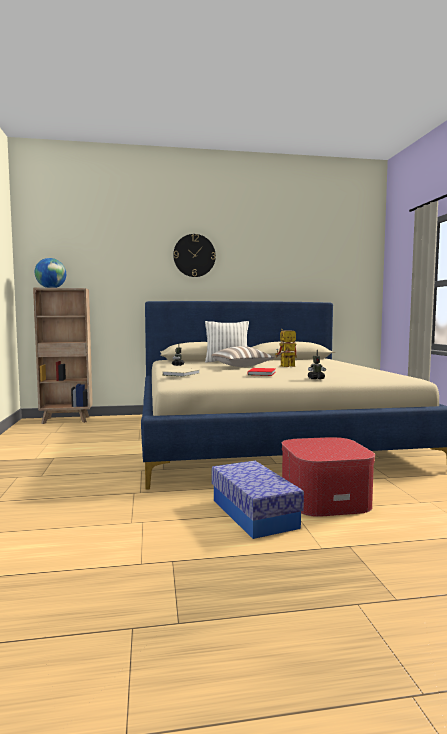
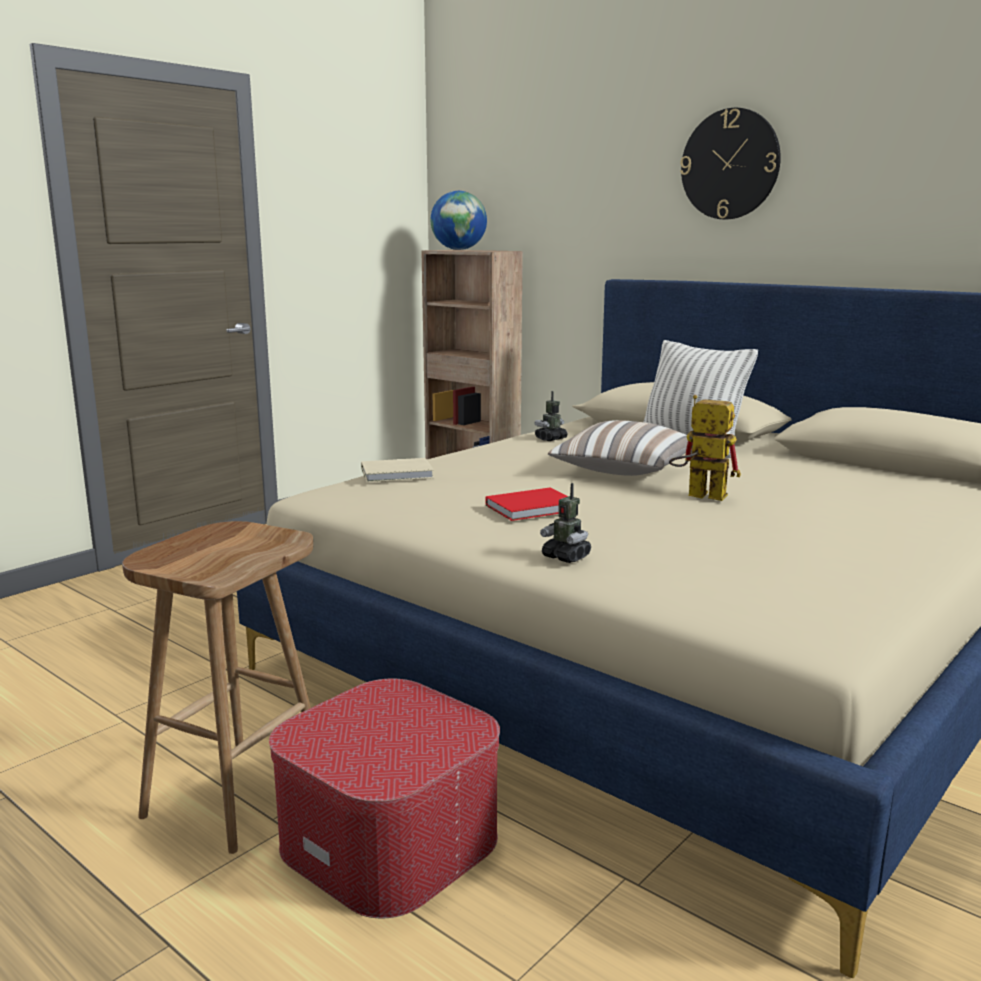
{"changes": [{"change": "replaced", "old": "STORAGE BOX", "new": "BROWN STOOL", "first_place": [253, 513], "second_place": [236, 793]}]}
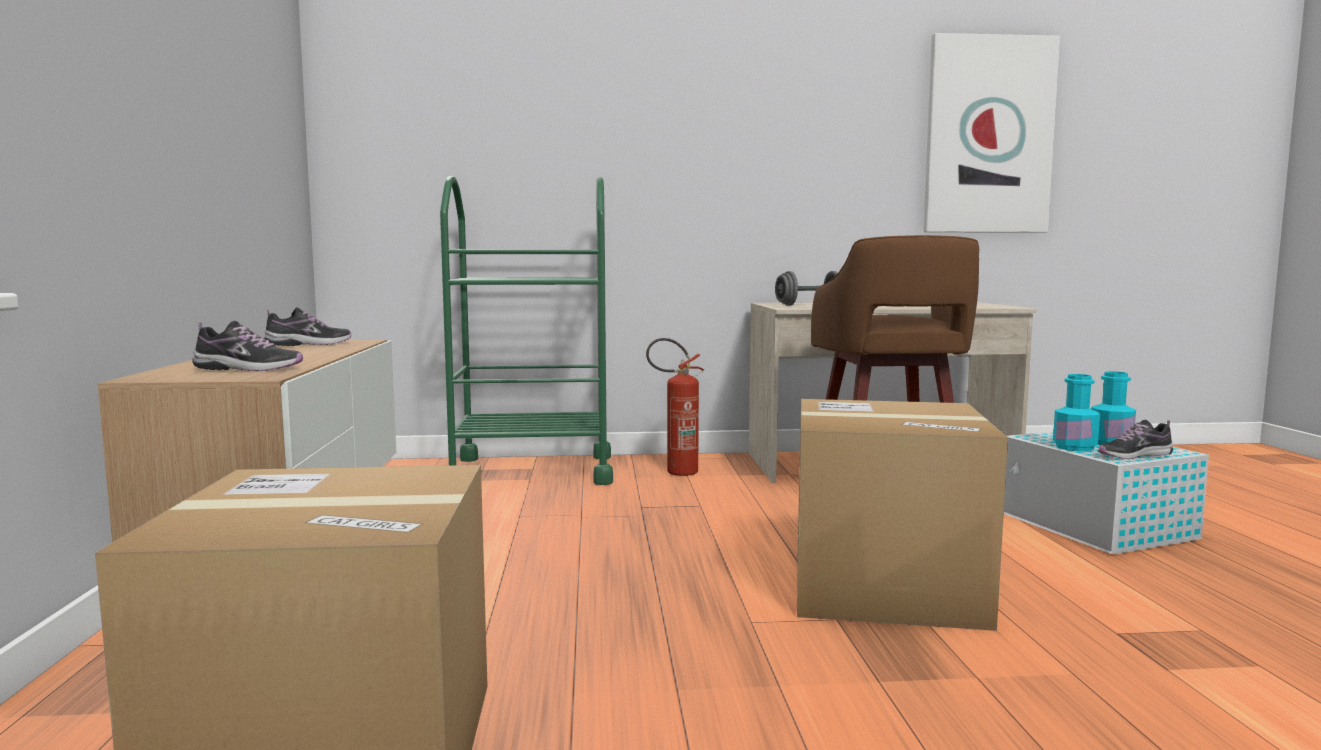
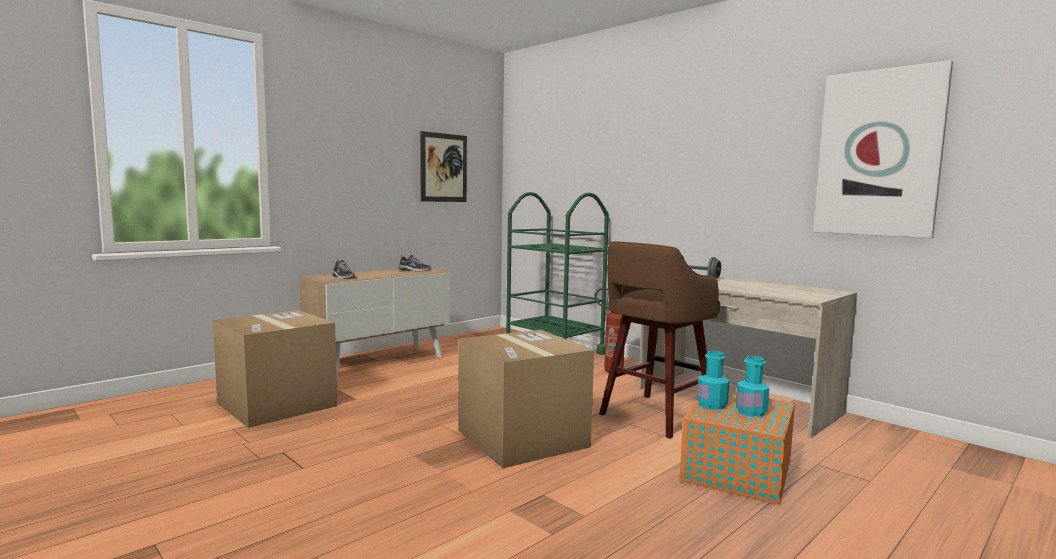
{"changes": [{"change": "recoloured", "old": "WHITE STORAGE BOX", "new": "ORANGE STORAGE BOX", "first_place": [1097, 527], "second_place": [736, 472]}, {"change": "removed", "old": "SHOE", "first_place": [1134, 455]}, {"change": "added", "new": "PICTURE", "second_place": [443, 167]}]}
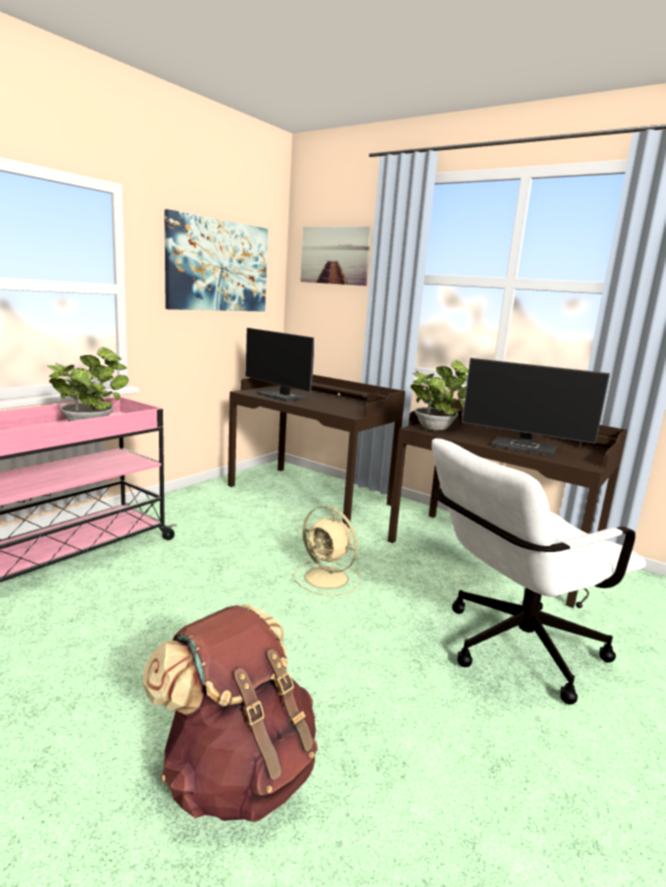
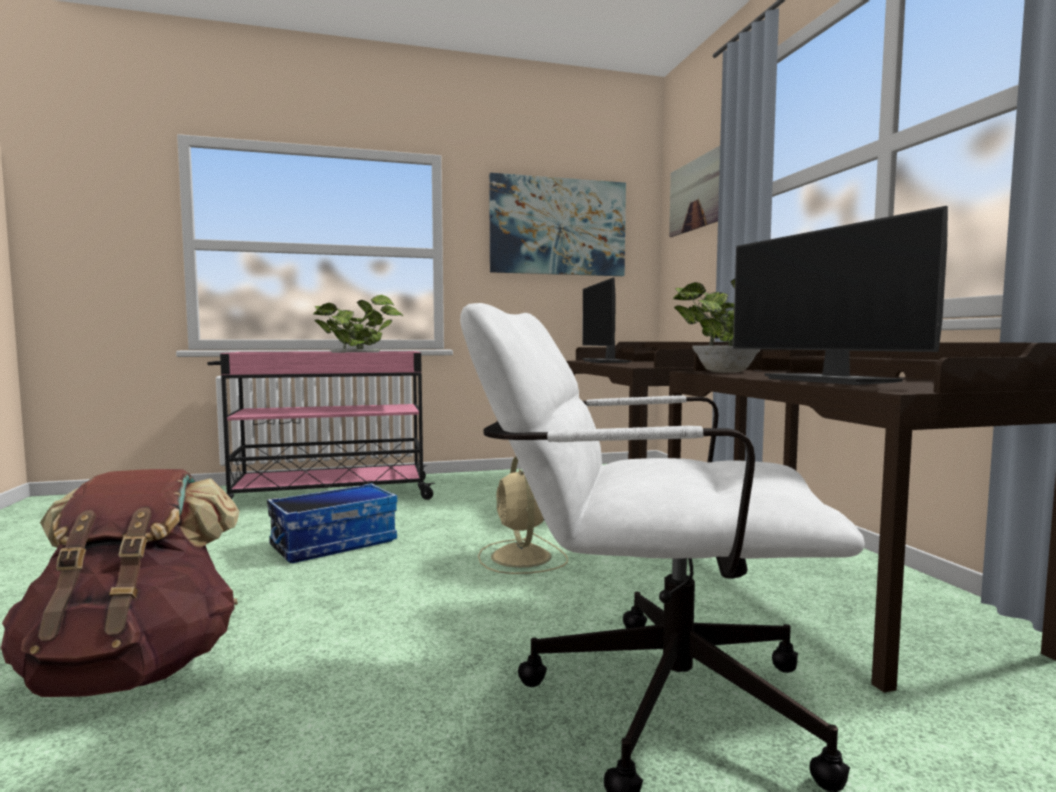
{"changes": [{"change": "added", "new": "STORAGE BOX", "second_place": [334, 543]}]}
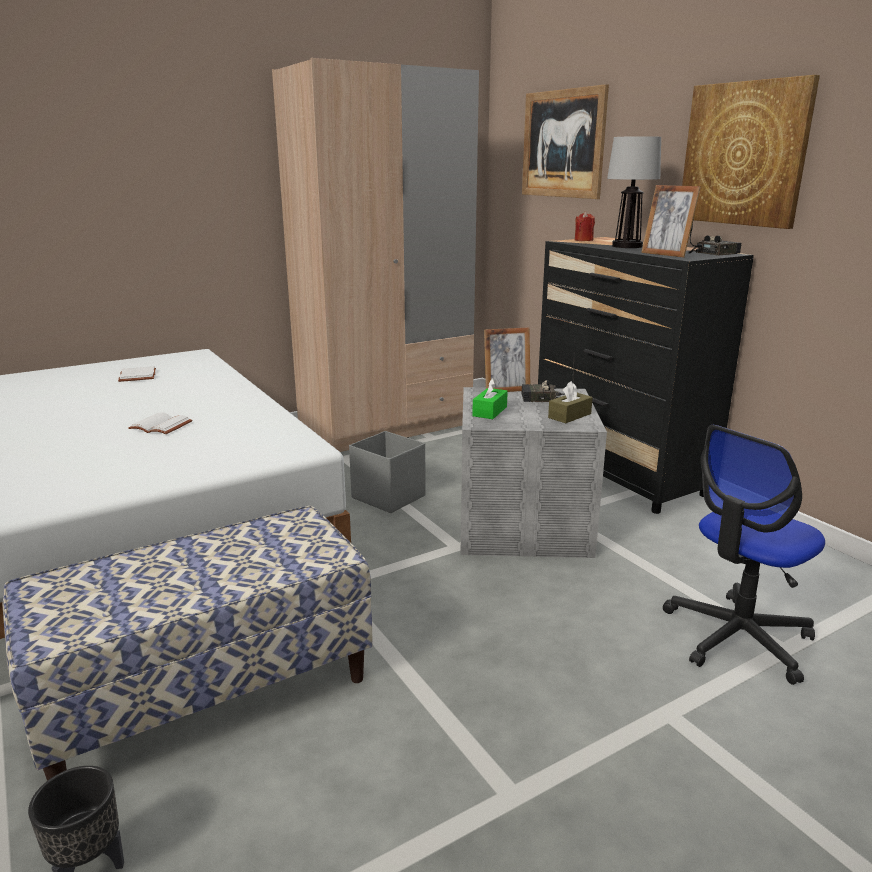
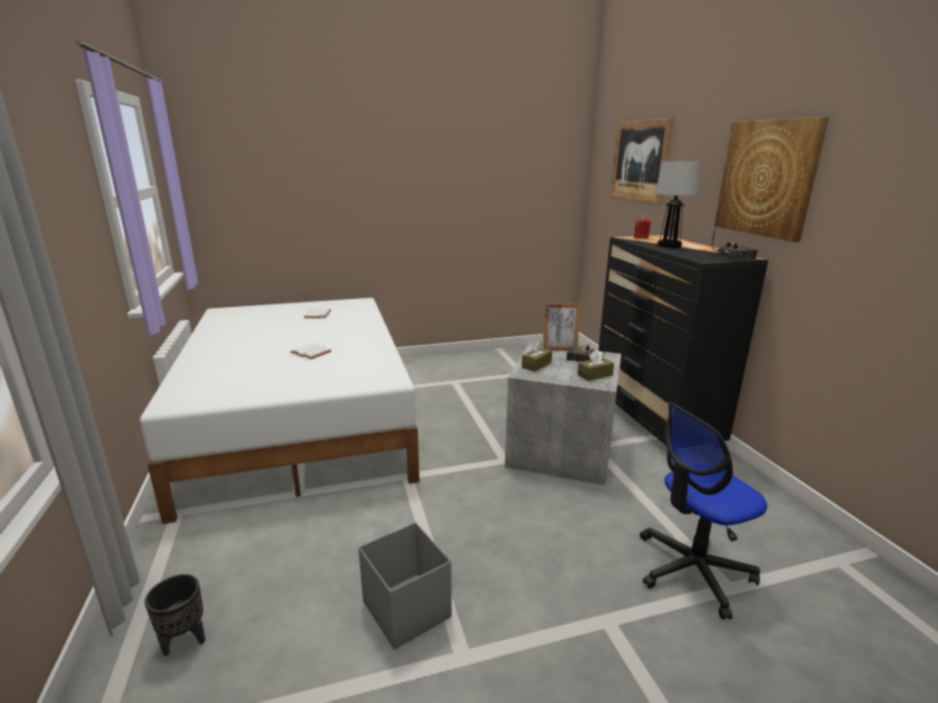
{"changes": [{"change": "removed", "old": "BENCH", "first_place": [208, 694]}, {"change": "removed", "old": "BEIGE WARDROBE", "first_place": [386, 427]}, {"change": "moved", "old": "GREY STORAGE BOX", "first_place": [388, 496], "second_place": [406, 609]}, {"change": "recoloured", "old": "GREEN TISSUE BOX", "new": "BROWN TISSUE BOX", "first_place": [490, 411], "second_place": [536, 365]}, {"change": "removed", "old": "PICTURE FRAME", "first_place": [666, 254]}]}
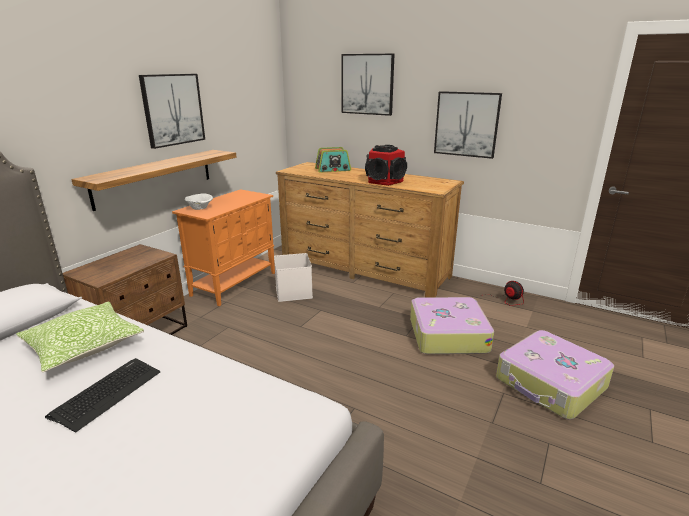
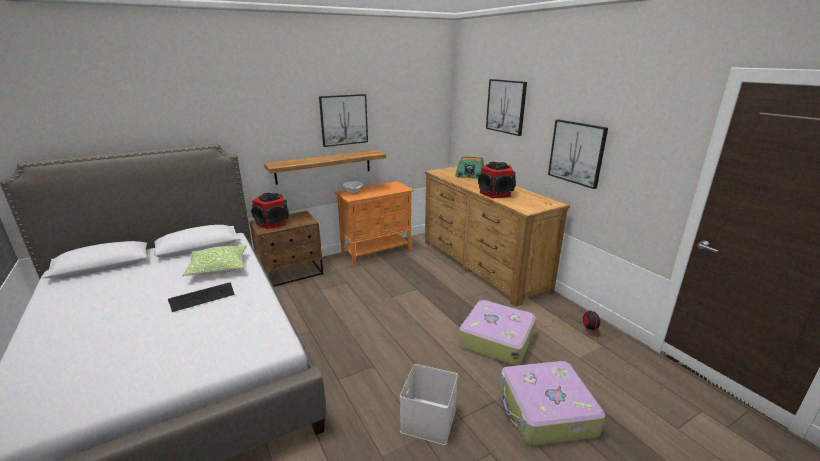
{"changes": [{"change": "moved", "old": "WHITE STORAGE BOX", "first_place": [294, 292], "second_place": [429, 421]}, {"change": "added", "new": "SPEAKER", "second_place": [272, 222]}]}
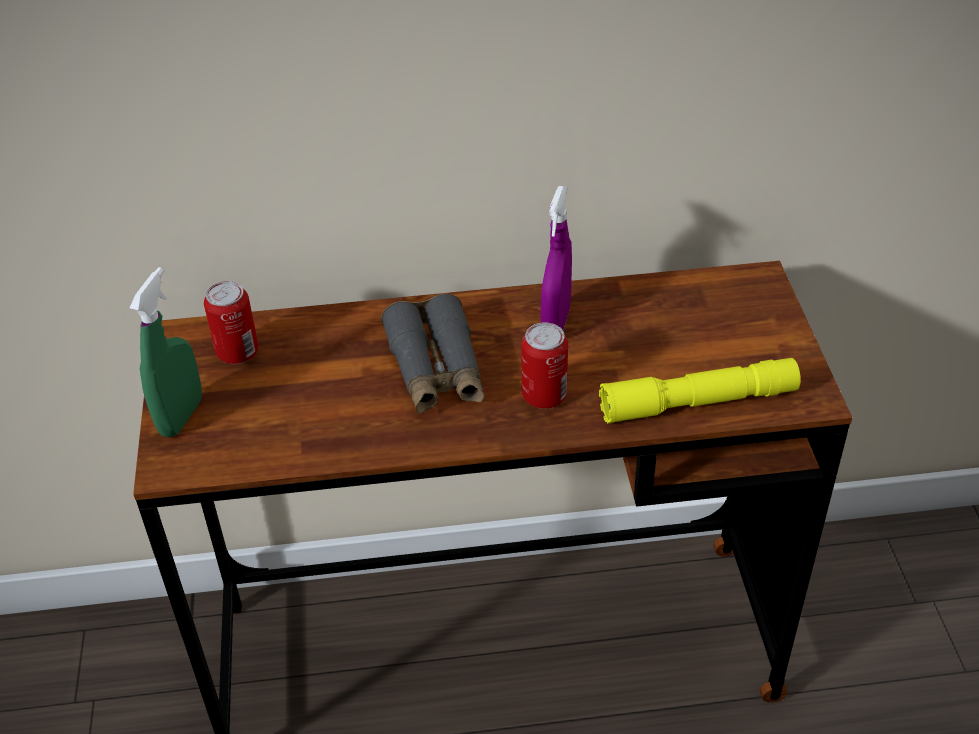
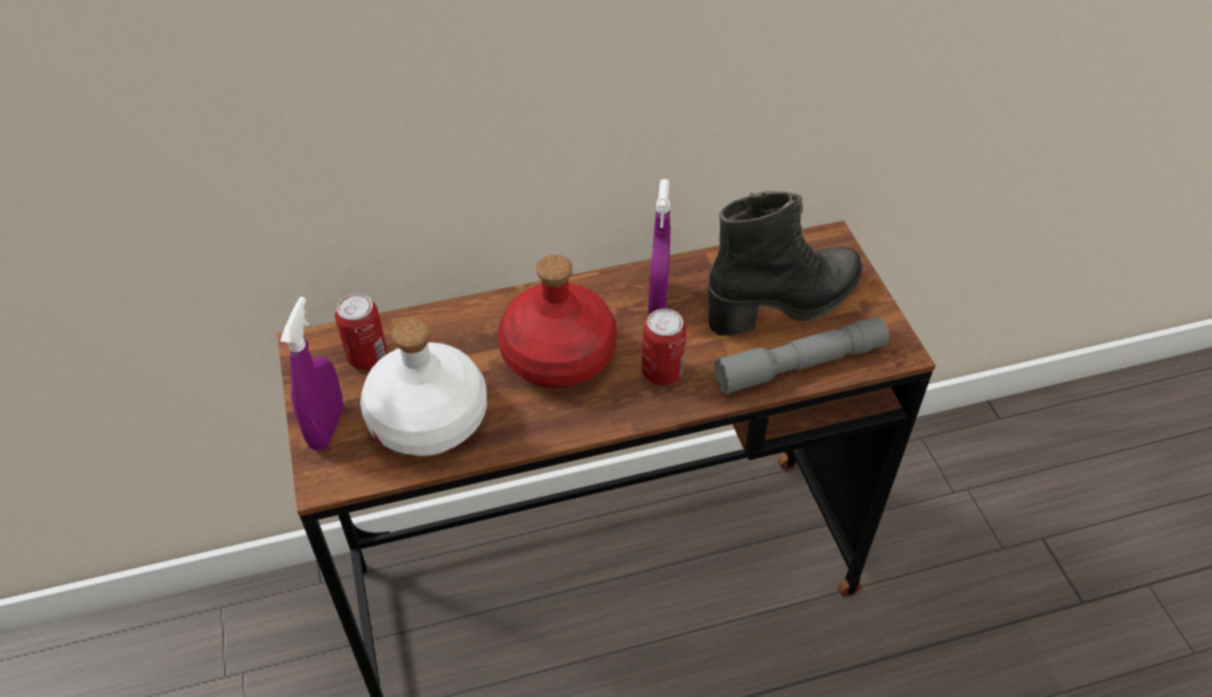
{"changes": [{"change": "recoloured", "old": "GREEN SPRAY BOTTLE", "new": "PURPLE SPRAY BOTTLE", "first_place": [181, 416], "second_place": [327, 427]}, {"change": "replaced", "old": "GREY BINOCULARS", "new": "RED BOTTLE", "first_place": [436, 369], "second_place": [558, 356]}, {"change": "recoloured", "old": "YELLOW FLASHLIGHT", "new": "GREY FLASHLIGHT", "first_place": [698, 402], "second_place": [800, 365]}, {"change": "added", "new": "WHITE BOTTLE", "second_place": [427, 419]}, {"change": "added", "new": "BLACK BOOT", "second_place": [785, 304]}]}
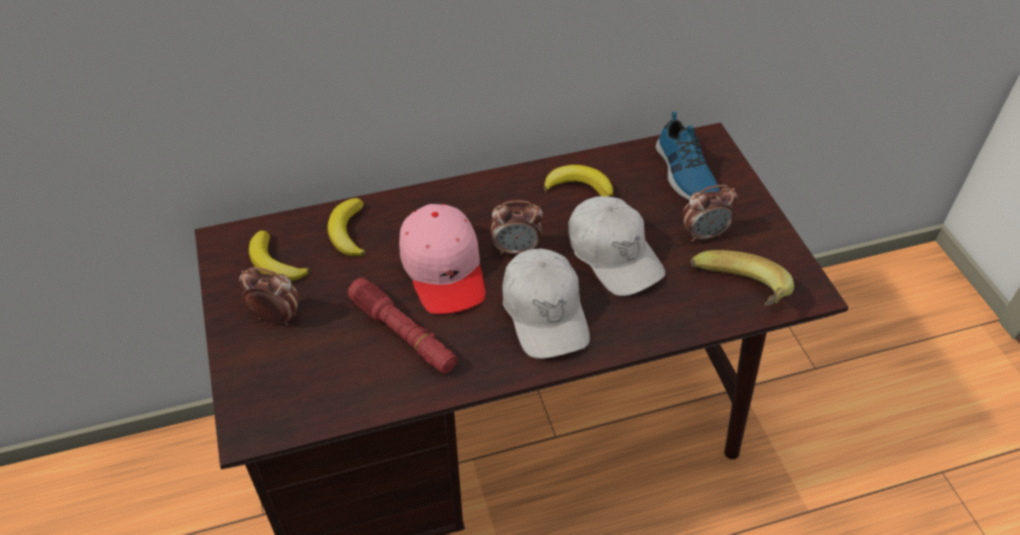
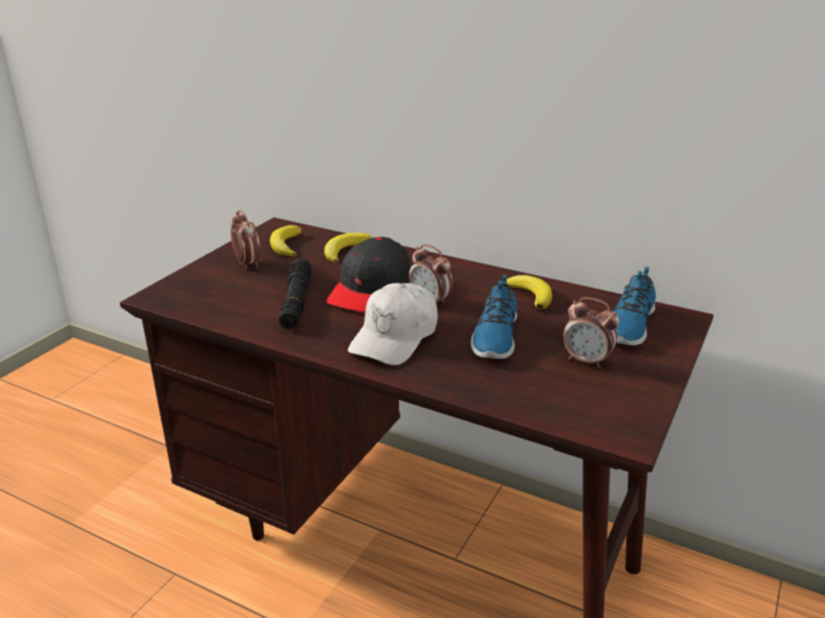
{"changes": [{"change": "recoloured", "old": "RED FLASHLIGHT", "new": "BLACK FLASHLIGHT", "first_place": [403, 333], "second_place": [296, 303]}, {"change": "recoloured", "old": "PINK CAP", "new": "BLACK CAP", "first_place": [444, 268], "second_place": [370, 289]}, {"change": "replaced", "old": "WHITE CAP", "new": "SHOE", "first_place": [613, 254], "second_place": [494, 336]}, {"change": "removed", "old": "BANANA", "first_place": [737, 297]}]}
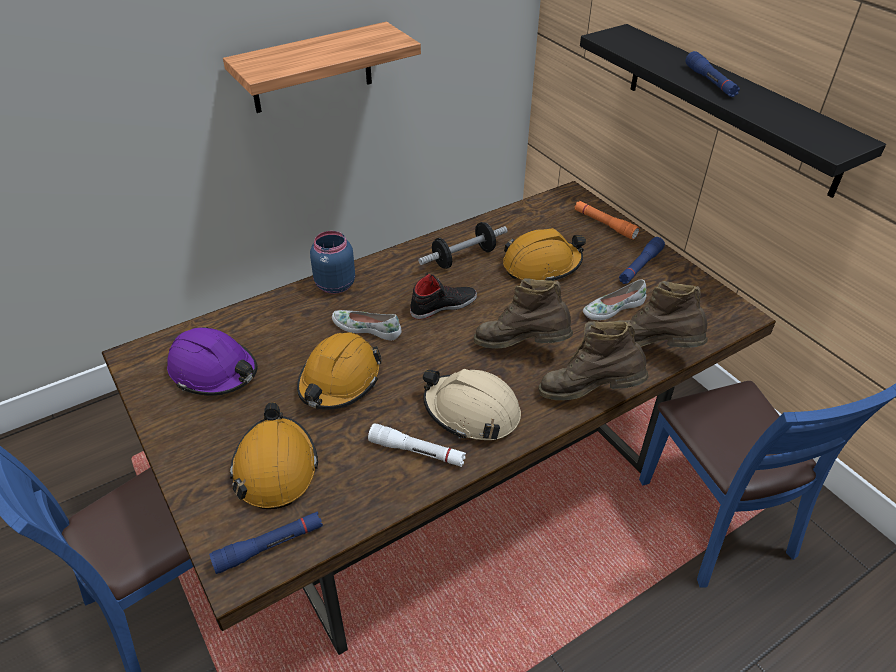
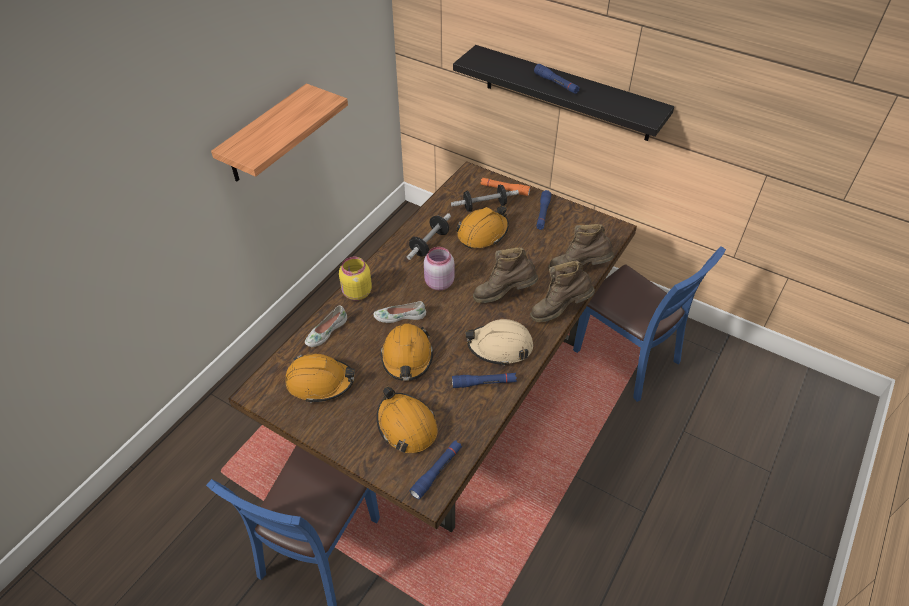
{"changes": [{"change": "recoloured", "old": "PURPLE HARD HAT", "new": "ORANGE HARD HAT", "first_place": [214, 371], "second_place": [320, 382]}, {"change": "recoloured", "old": "BLUE JAR", "new": "YELLOW JAR", "first_place": [334, 285], "second_place": [356, 293]}, {"change": "recoloured", "old": "WHITE FLASHLIGHT", "new": "BLUE FLASHLIGHT", "first_place": [417, 451], "second_place": [484, 383]}, {"change": "replaced", "old": "BLACK SHOE", "new": "PINK JAR", "first_place": [443, 305], "second_place": [438, 283]}, {"change": "moved", "old": "WHITE SHOE", "first_place": [612, 308], "second_place": [326, 331]}, {"change": "added", "new": "DUMBBELL", "second_place": [484, 206]}]}
